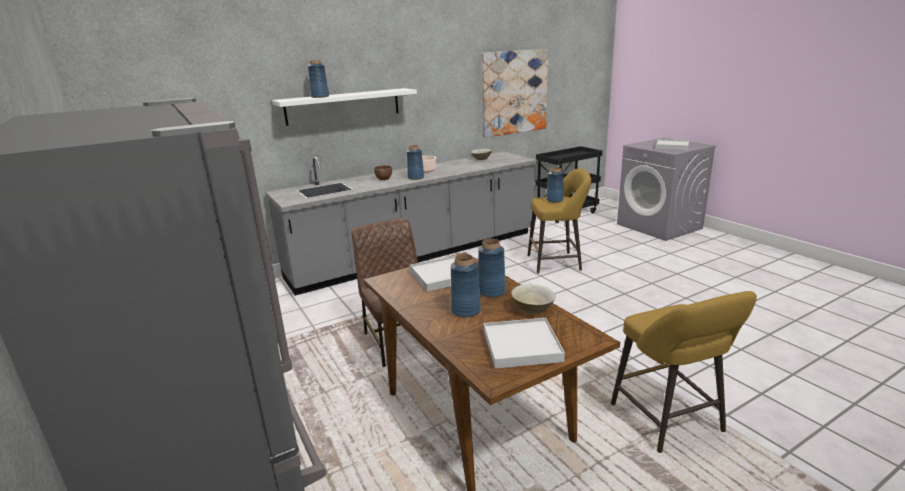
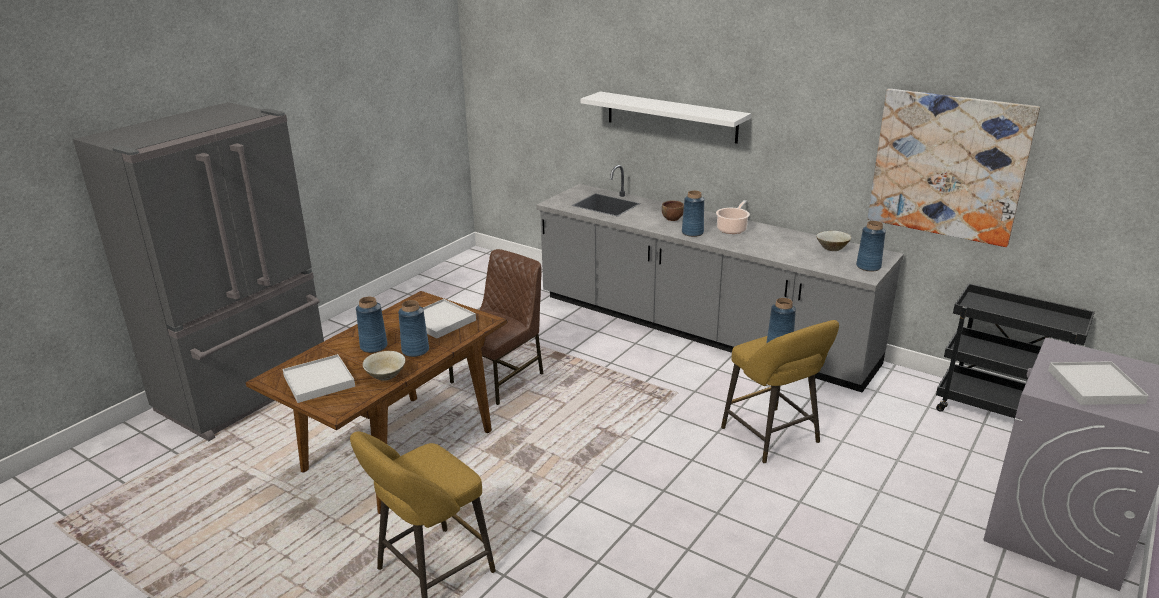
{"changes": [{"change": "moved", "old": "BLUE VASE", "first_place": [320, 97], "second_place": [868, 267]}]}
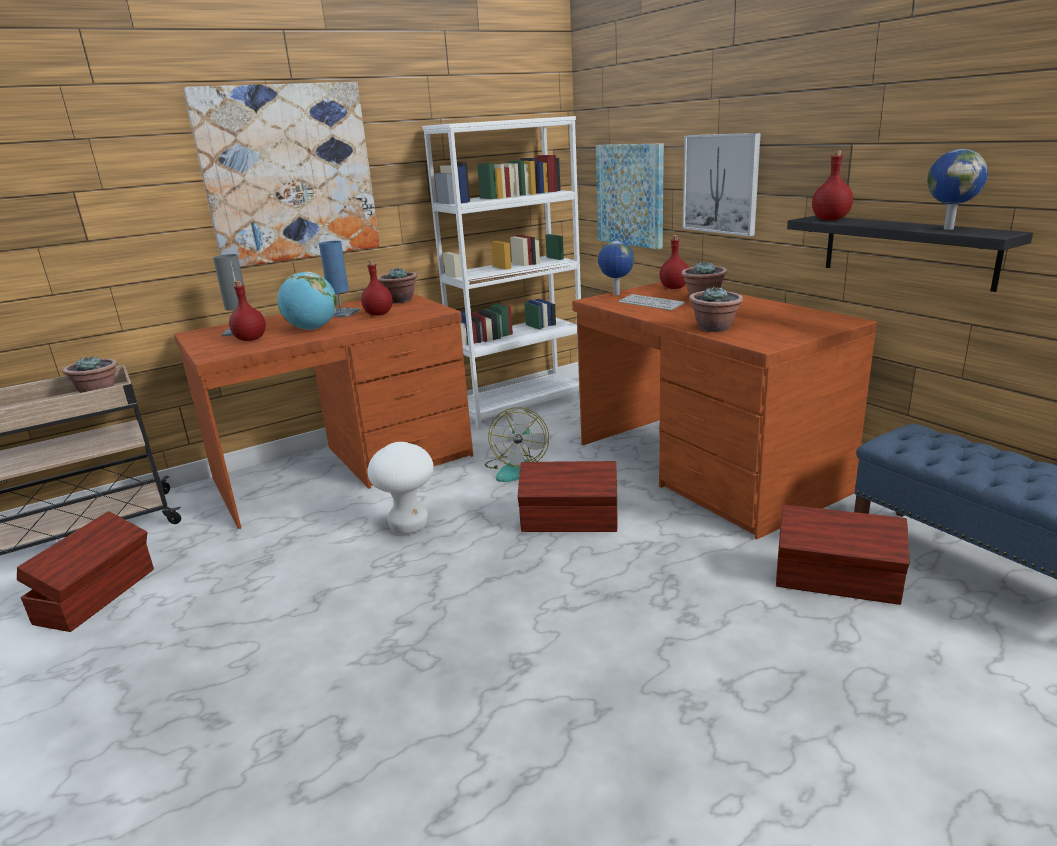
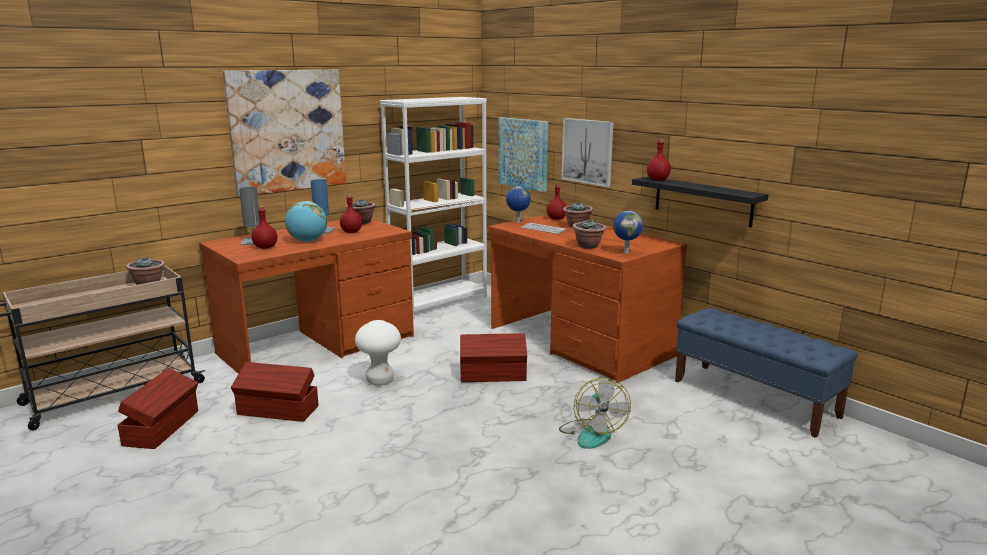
{"changes": [{"change": "moved", "old": "FAN", "first_place": [516, 468], "second_place": [592, 433]}, {"change": "moved", "old": "BROWN STORAGE BOX", "first_place": [837, 582], "second_place": [278, 411]}, {"change": "moved", "old": "GLOBE", "first_place": [948, 228], "second_place": [626, 253]}]}
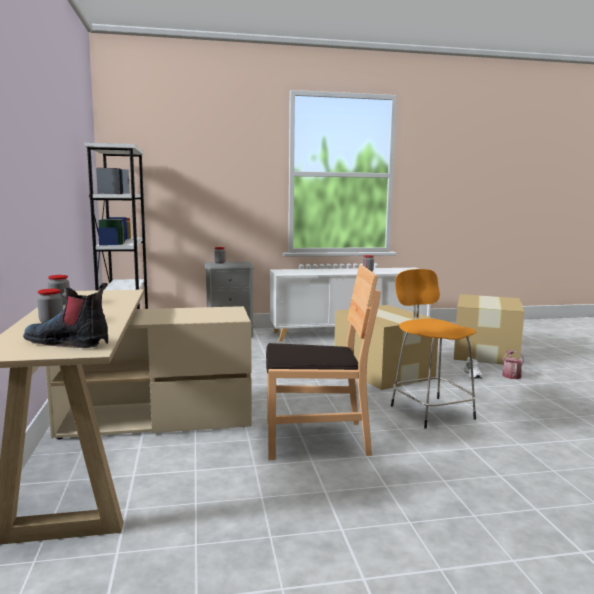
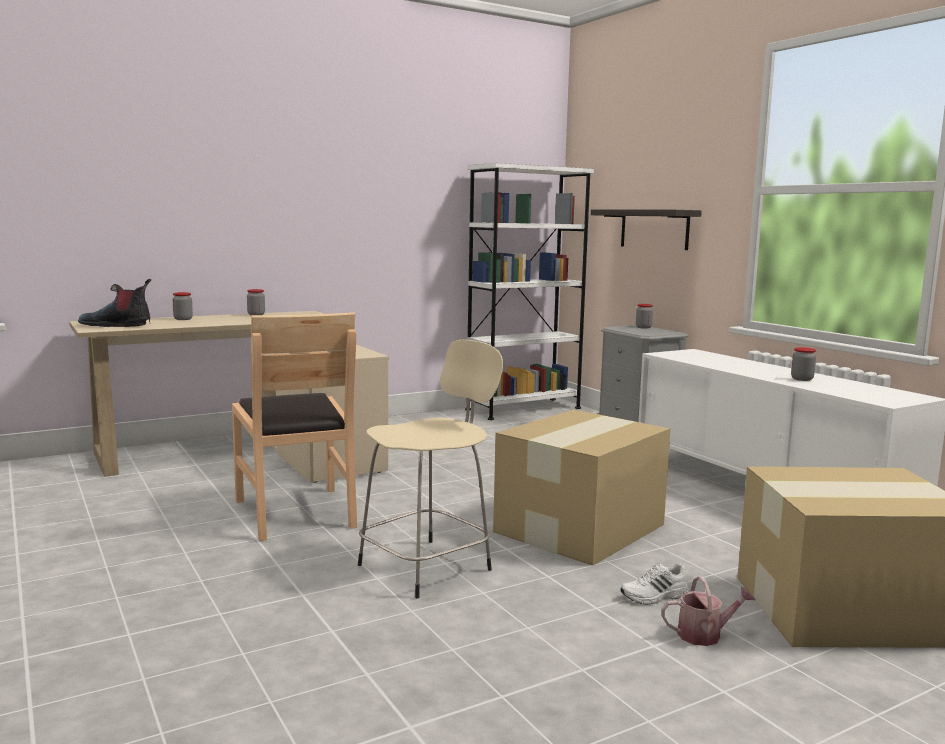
{"changes": [{"change": "turned", "old": "BOOT", "first_place": [69, 343], "second_place": [117, 325], "degrees": -90}, {"change": "recoloured", "old": "ORANGE STOOL", "new": "BEIGE STOOL", "first_place": [430, 411], "second_place": [428, 566]}, {"change": "added", "new": "SHELF", "second_place": [654, 229]}]}
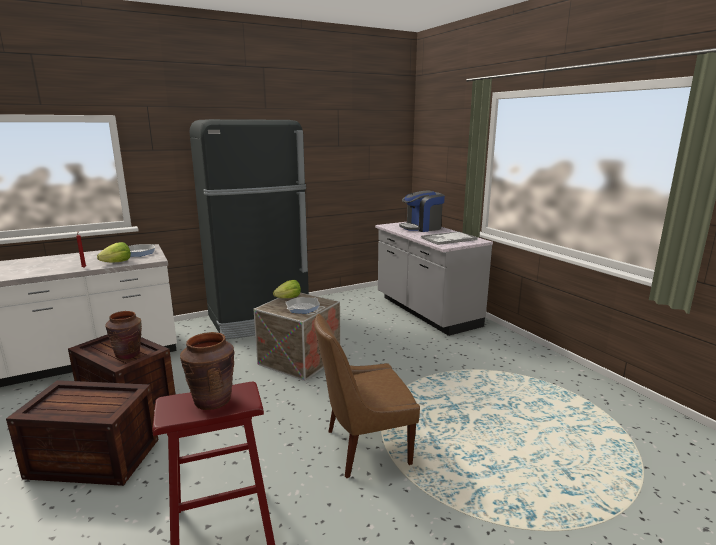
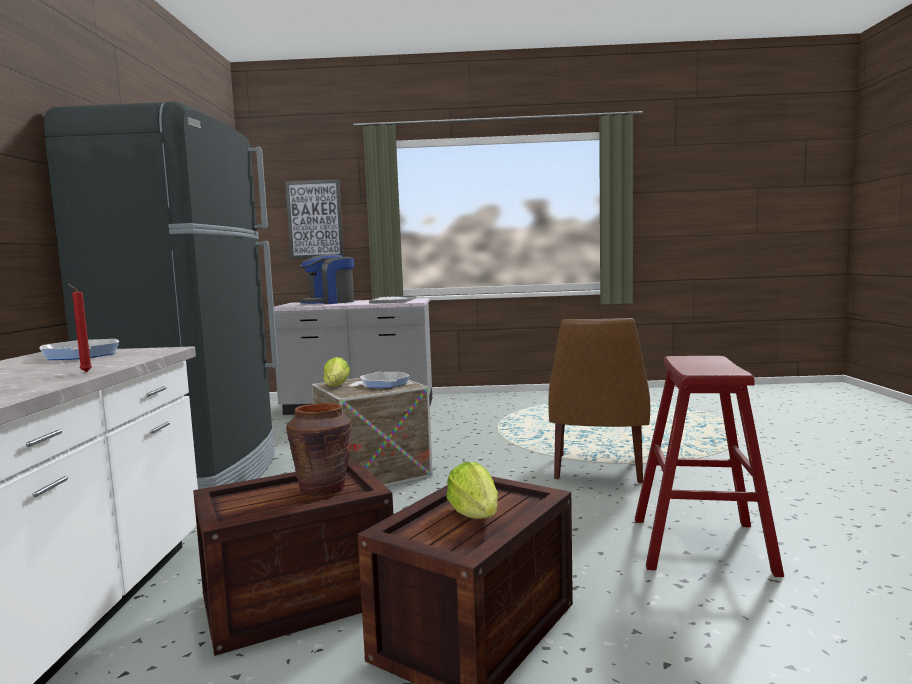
{"changes": [{"change": "moved", "old": "LETTUCE", "first_place": [117, 262], "second_place": [475, 515]}, {"change": "removed", "old": "BROWN VASE", "first_place": [212, 401]}, {"change": "turned", "old": "COFFEE MACHINE", "first_place": [421, 228], "second_place": [329, 302], "degrees": 45}, {"change": "added", "new": "PICTURE", "second_place": [315, 219]}]}
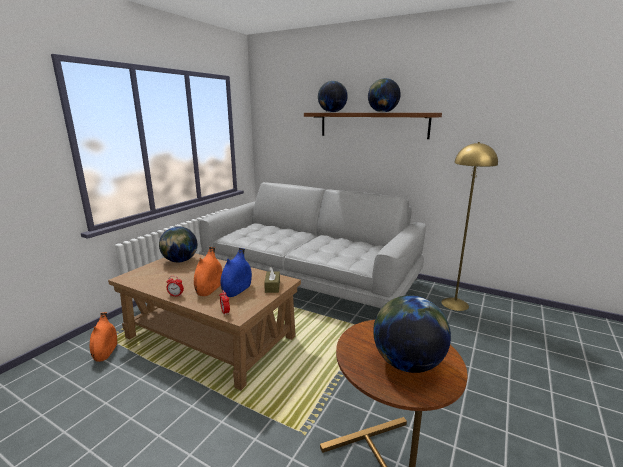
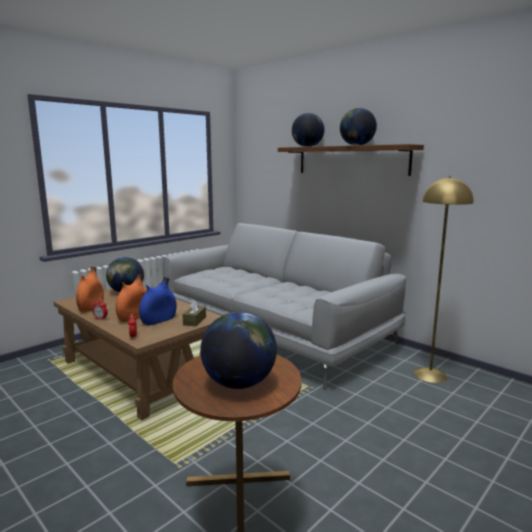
{"changes": [{"change": "moved", "old": "ORANGE VASE", "first_place": [106, 352], "second_place": [91, 307]}]}
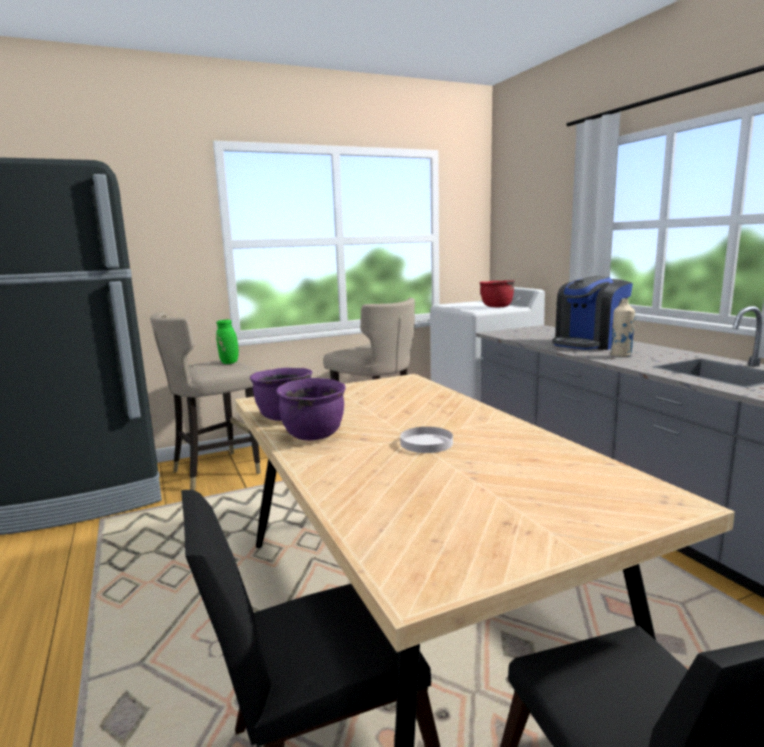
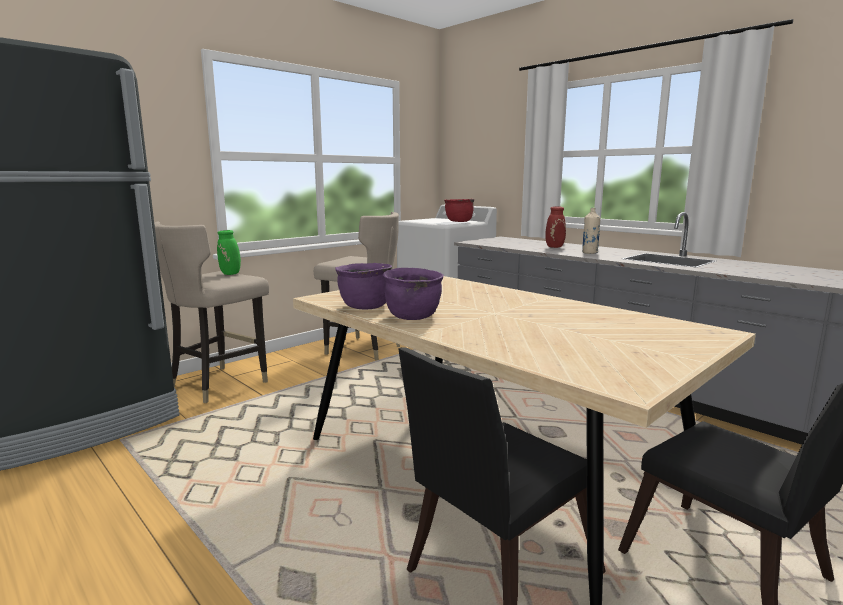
{"changes": [{"change": "removed", "old": "WHITE PLATE", "first_place": [426, 443]}, {"change": "replaced", "old": "COFFEE MACHINE", "new": "RED VASE", "first_place": [588, 344], "second_place": [555, 247]}]}
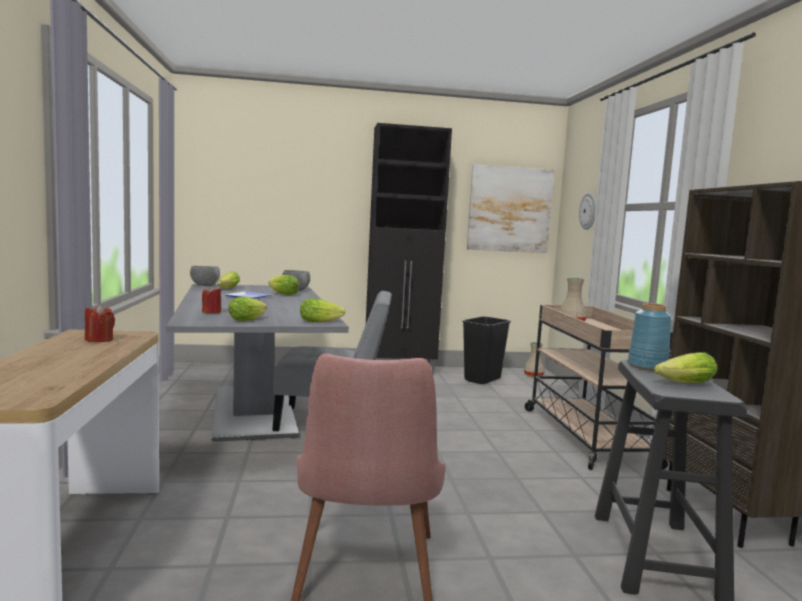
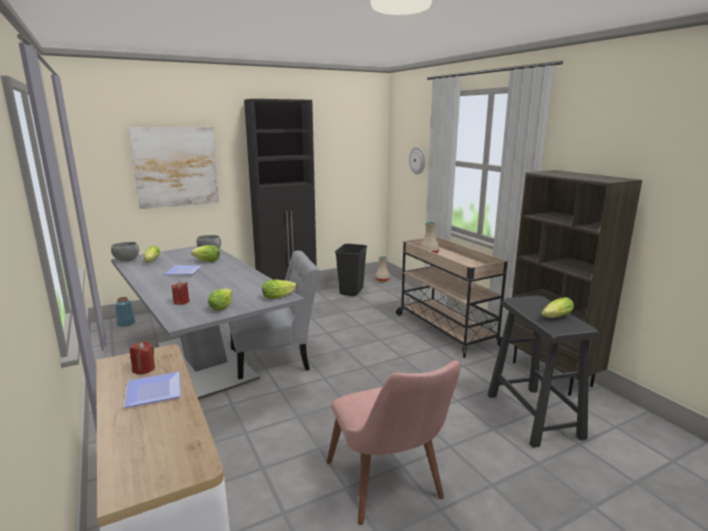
{"changes": [{"change": "moved", "old": "PICTURE", "first_place": [509, 209], "second_place": [176, 167]}, {"change": "moved", "old": "BLUE VASE", "first_place": [646, 366], "second_place": [126, 323]}, {"change": "added", "new": "PLATE", "second_place": [155, 392]}]}
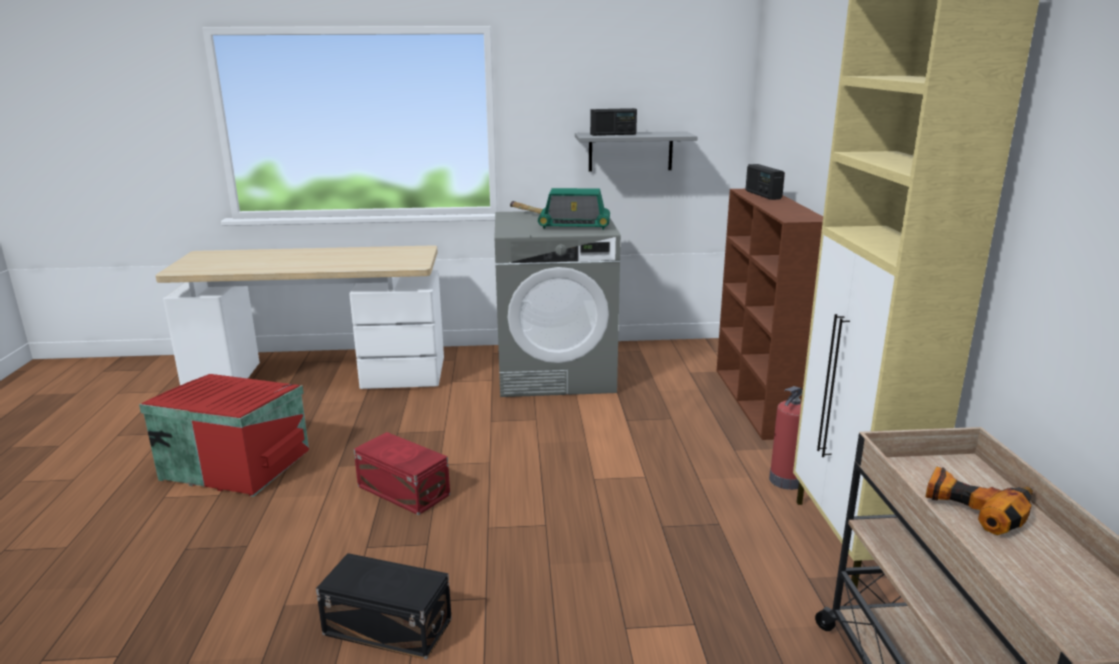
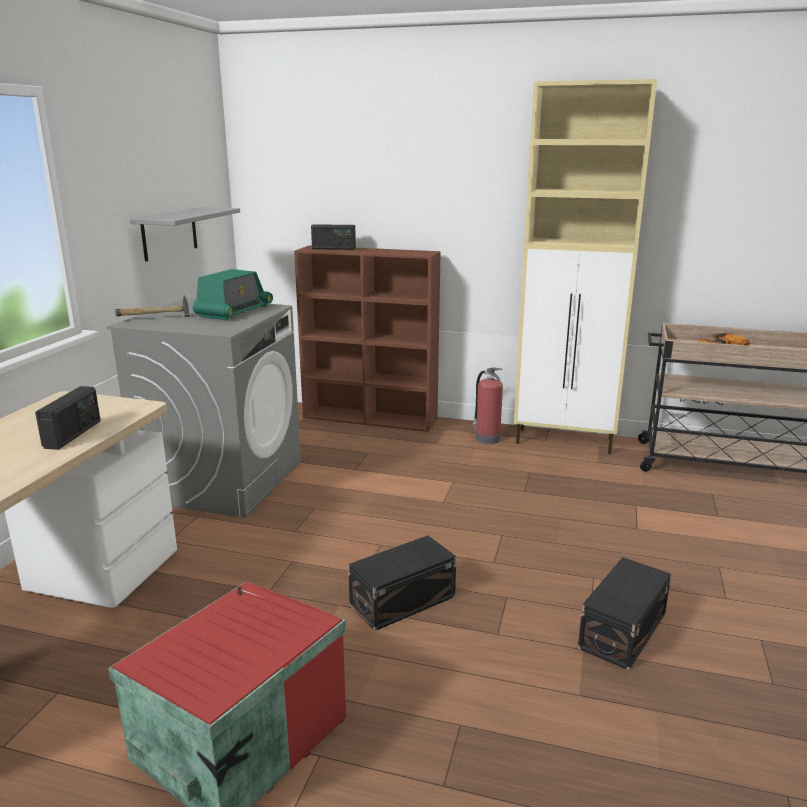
{"changes": [{"change": "recoloured", "old": "RED STORAGE BOX", "new": "BLACK STORAGE BOX", "first_place": [403, 491], "second_place": [404, 601]}, {"change": "moved", "old": "RADIO", "first_place": [613, 134], "second_place": [73, 434]}]}
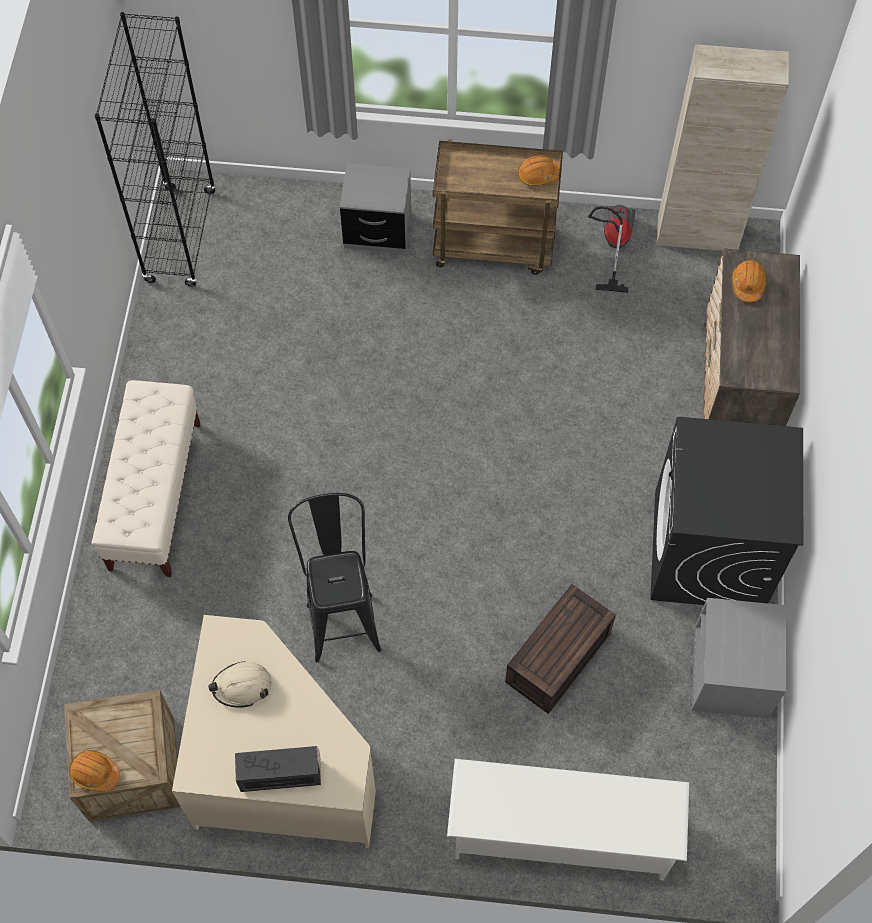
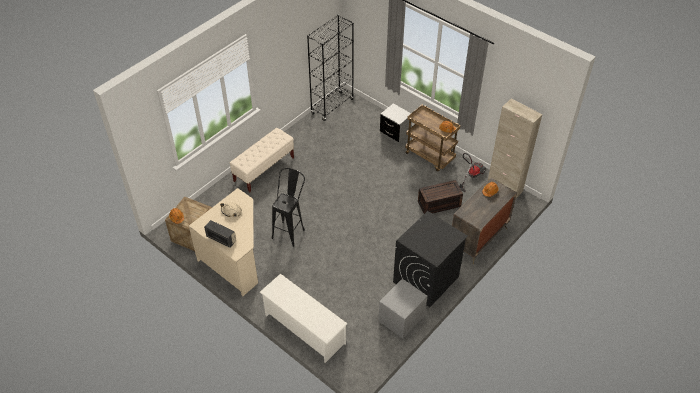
{"changes": [{"change": "moved", "old": "BROWN STORAGE BOX", "first_place": [558, 660], "second_place": [438, 204]}]}
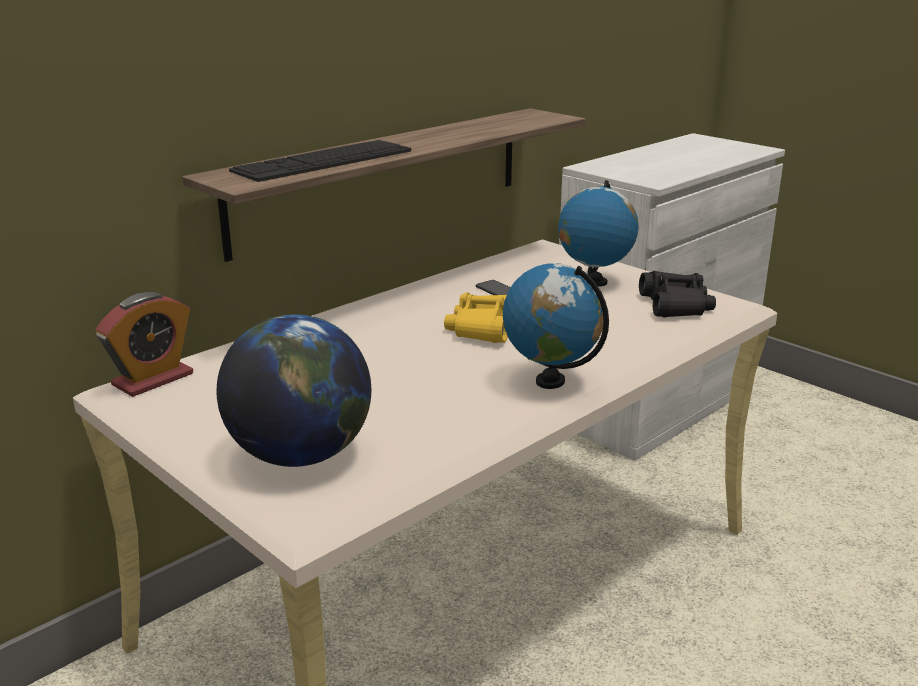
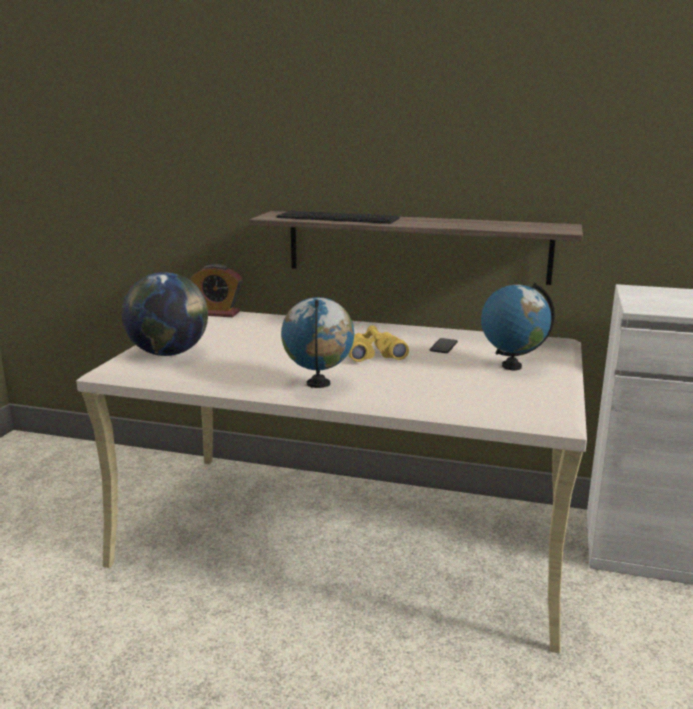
{"changes": [{"change": "removed", "old": "BLACK BINOCULARS", "first_place": [675, 306]}]}
